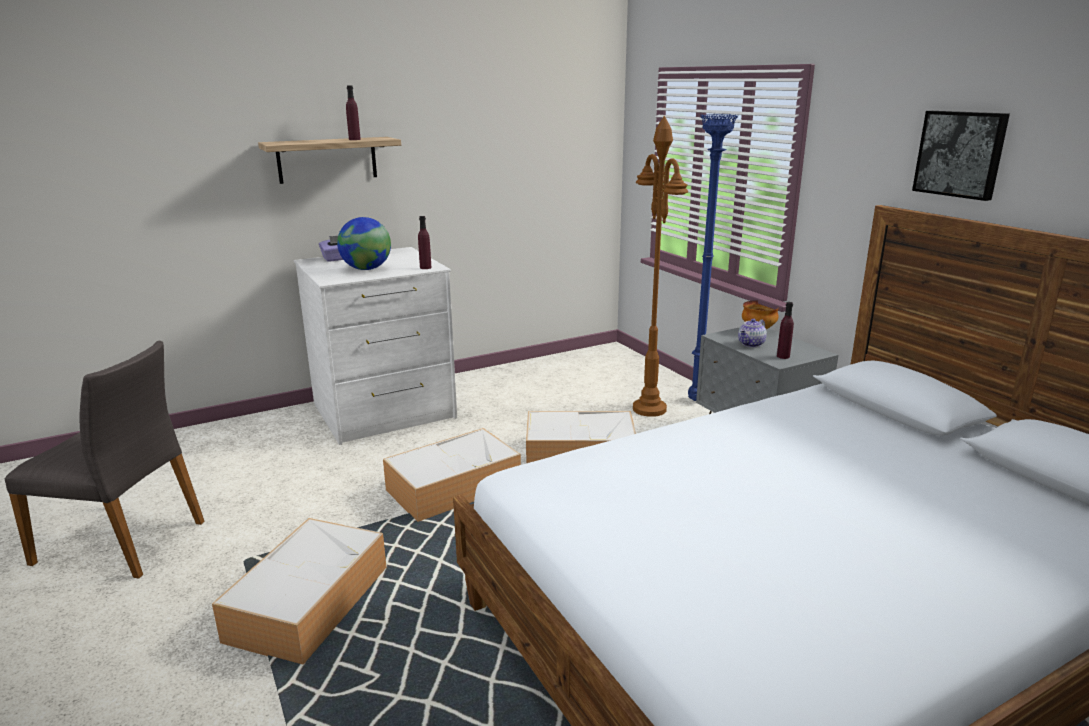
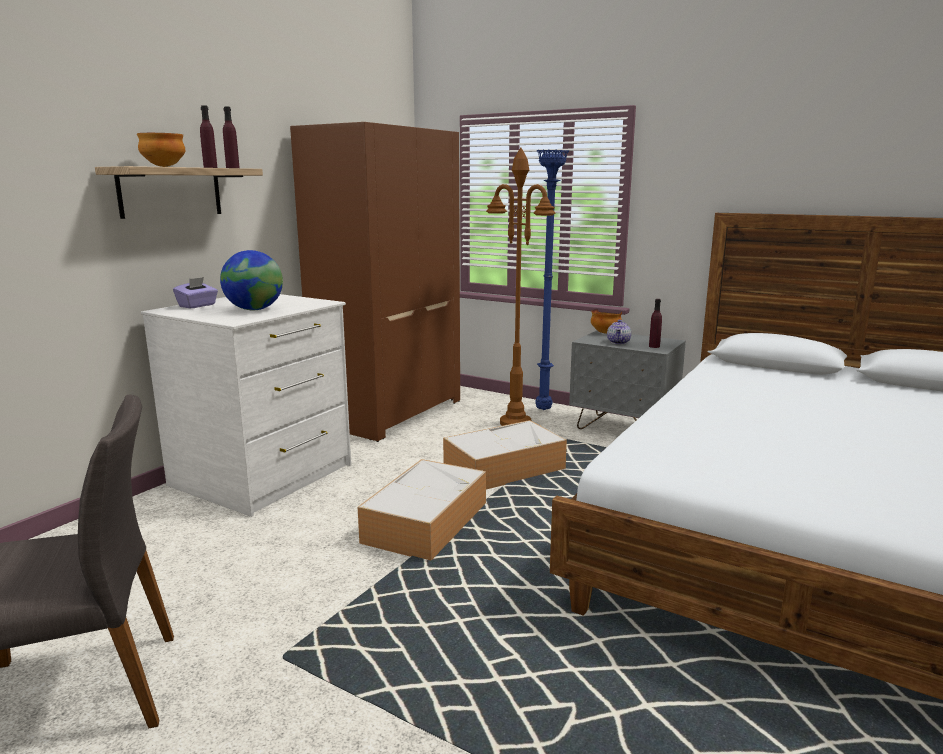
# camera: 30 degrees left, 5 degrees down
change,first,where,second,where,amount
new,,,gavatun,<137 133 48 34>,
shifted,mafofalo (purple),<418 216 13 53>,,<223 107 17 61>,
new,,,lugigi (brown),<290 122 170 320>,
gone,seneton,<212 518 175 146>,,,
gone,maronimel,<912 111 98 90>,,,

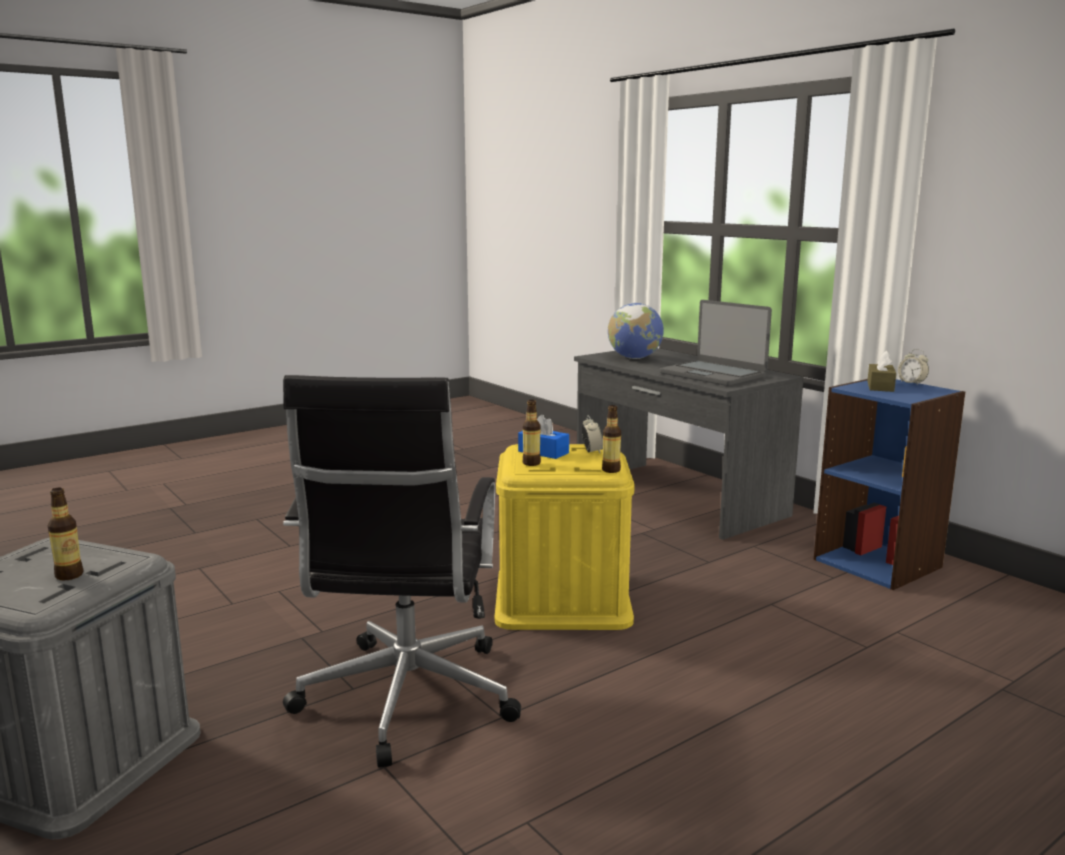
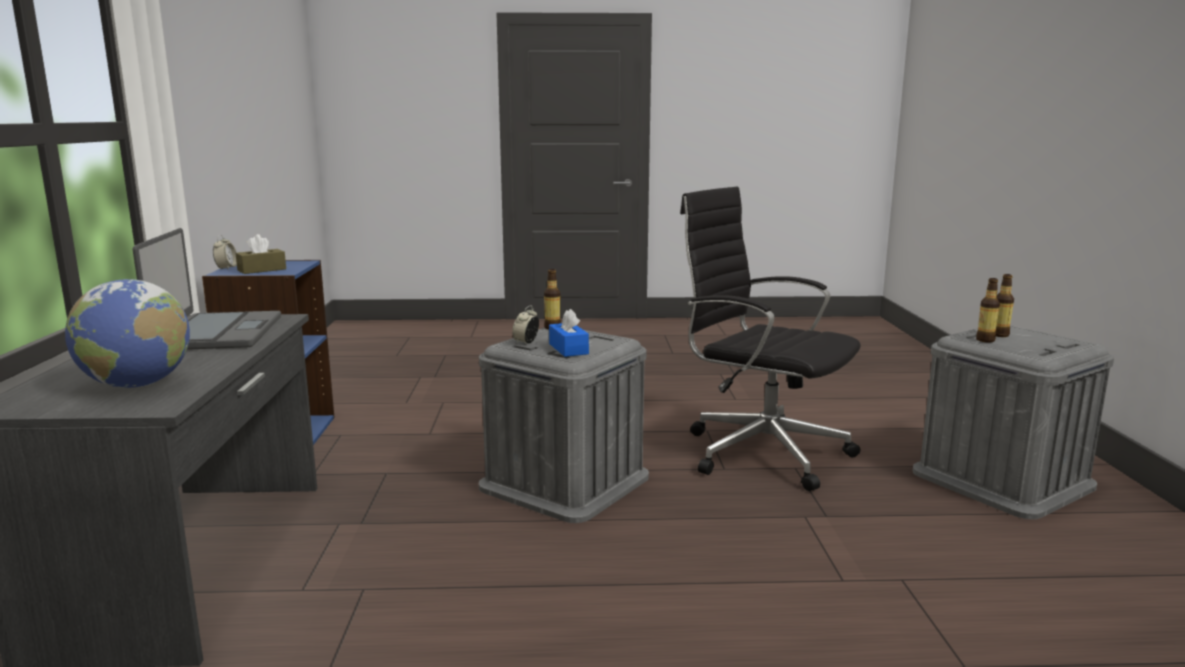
# camera: 145 degrees left, 0 degrees up
change,first,where,second,where,amount
repainted,seneton (yellow),<495 444 140 186>,seneton (grey),<479 328 170 195>,
rotated,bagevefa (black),<283 375 238 393>,,<680 187 181 304>,90 degrees counterclockwise
shifted,mafofalo,<523 400 18 66>,,<976 278 24 64>,

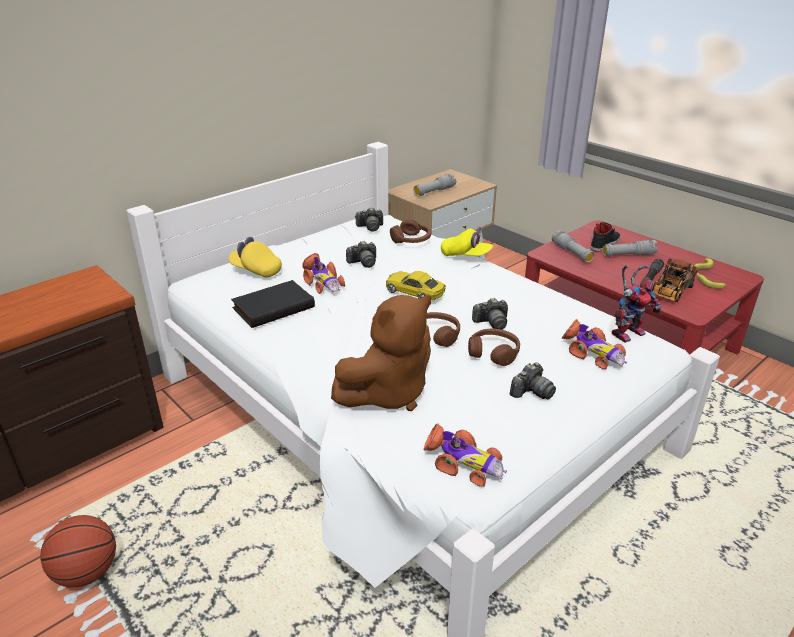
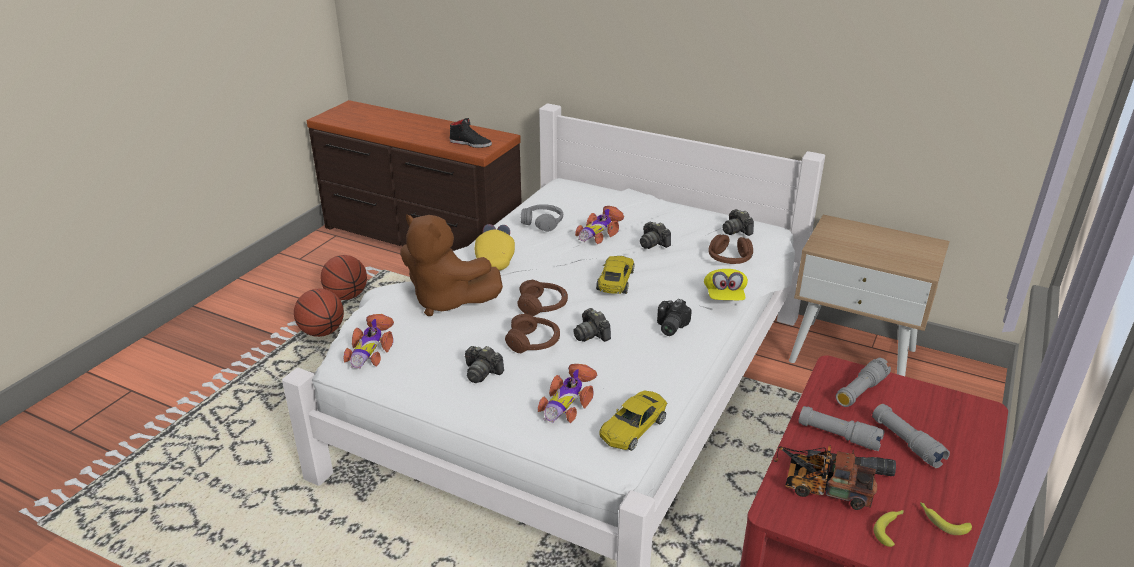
# camera: 70 degrees right, 0 degrees up
change,first,where,second,where,amount
new,,,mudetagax,<294 288 50 49>,
shifted,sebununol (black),<591 222 29 30>,,<449 118 43 30>,
shifted,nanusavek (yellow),<229 237 53 40>,,<475 224 40 47>,
swapped,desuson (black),<231 280 84 48>,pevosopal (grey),<521 204 42 28>,
swapped,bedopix,<612 265 50 78>,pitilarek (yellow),<599 390 68 61>,
new,,,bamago,<657 299 35 37>,
shifted,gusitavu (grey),<413 174 43 22>,,<798 406 87 45>,

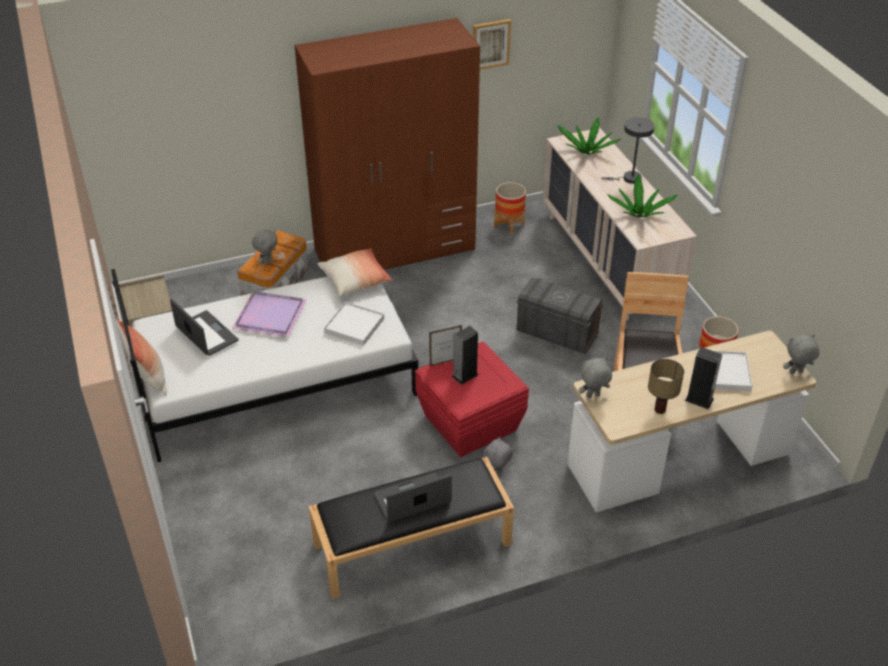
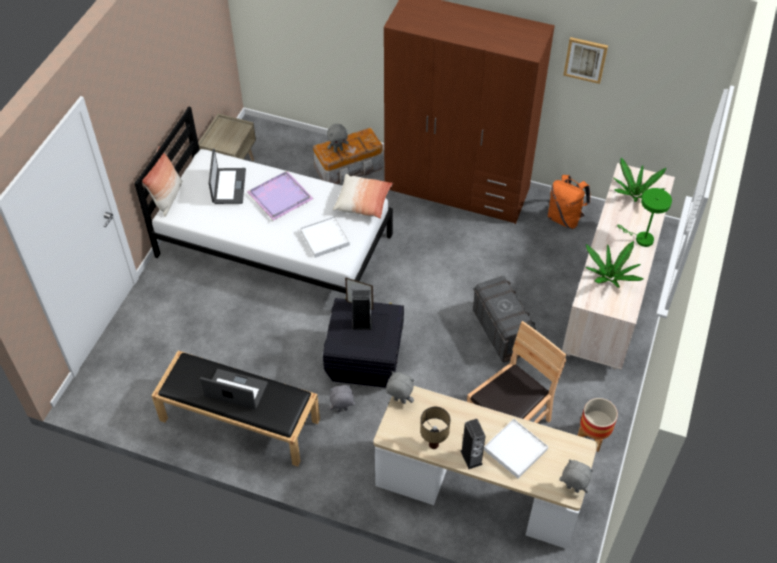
# camera: 40 degrees right, 10 degrees up
change,first,where,second,where,amount
repainted,seneton (red),<415 341 114 116>,seneton (black),<323 298 81 90>,
swapped,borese,<494 182 32 53>,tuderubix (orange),<548 175 42 54>,
repainted,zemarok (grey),<601 117 54 67>,zemarok (green),<617 188 55 59>,

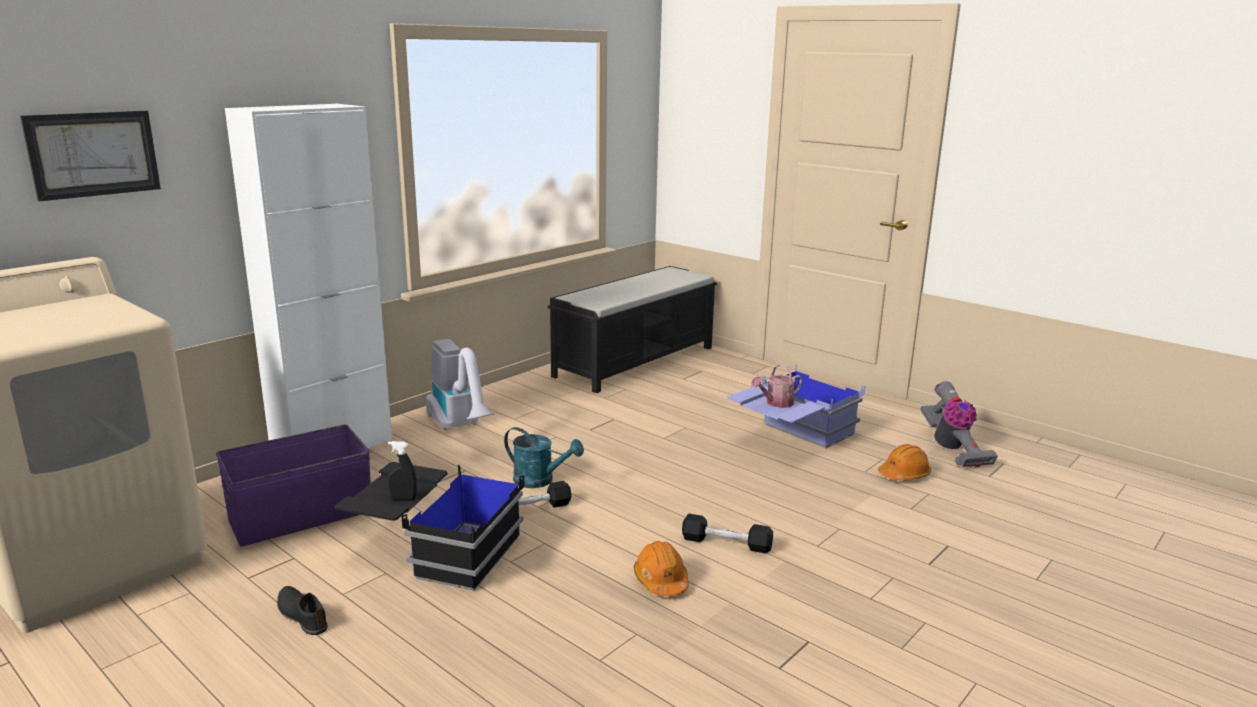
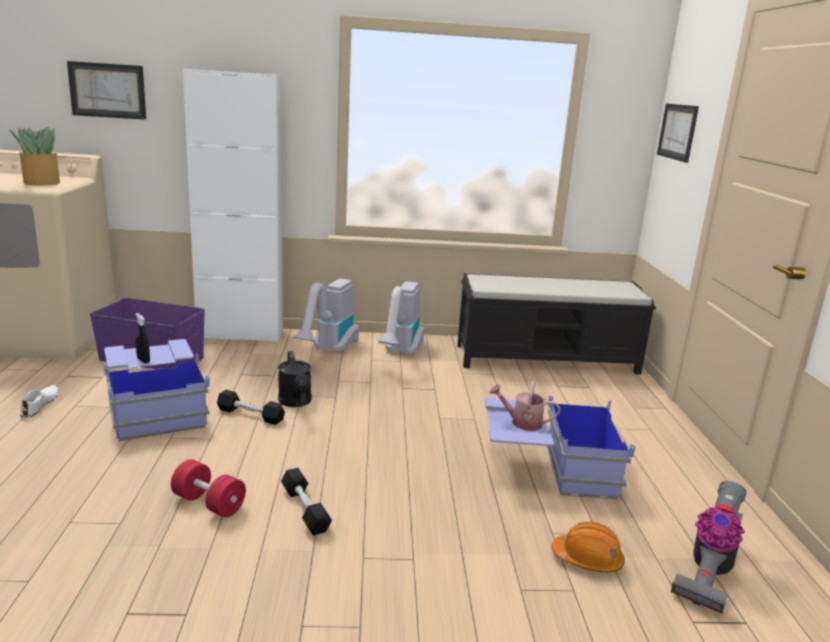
# camera: 45 degrees right, 0 degrees up
change,first,where,second,where,amount
new,,,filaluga,<9 127 51 58>,
repainted,sebununol (black),<277 586 51 49>,sebununol (white),<20 385 39 34>,
repainted,seneton (black),<334 462 191 129>,seneton (blue),<104 339 106 102>,
swapped,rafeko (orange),<634 541 55 55>,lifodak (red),<171 459 75 58>,
repainted,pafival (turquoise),<504 427 80 61>,pafival (black),<278 351 33 56>,
new,,,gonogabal,<378 281 46 74>,
new,,,maronimel,<657 103 42 60>,

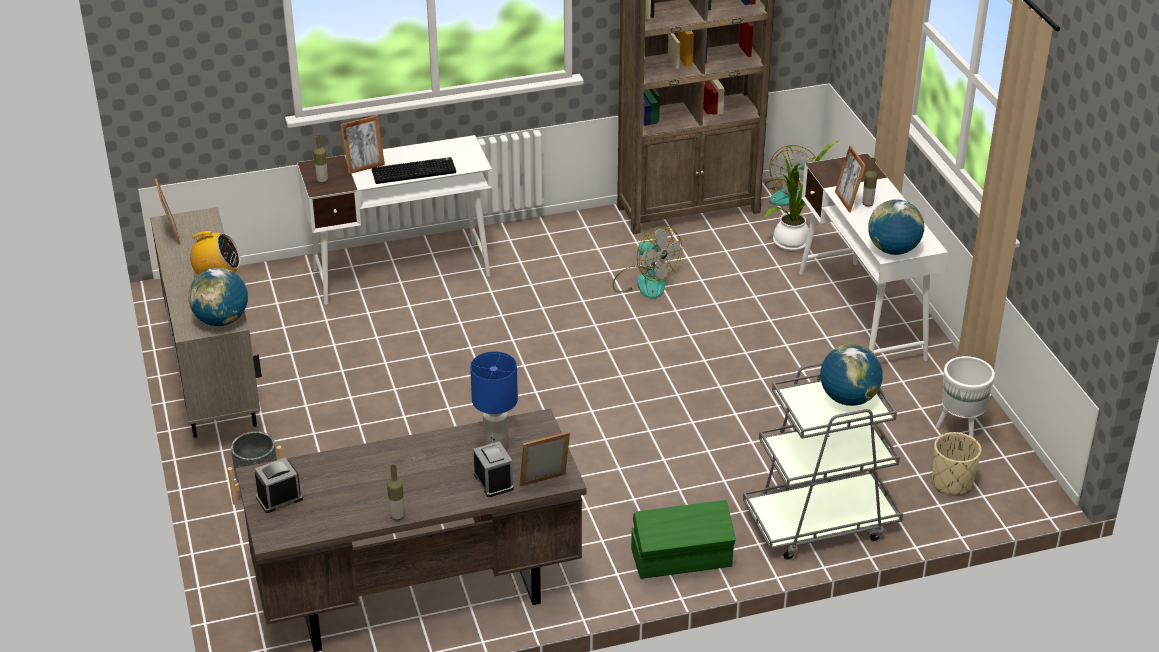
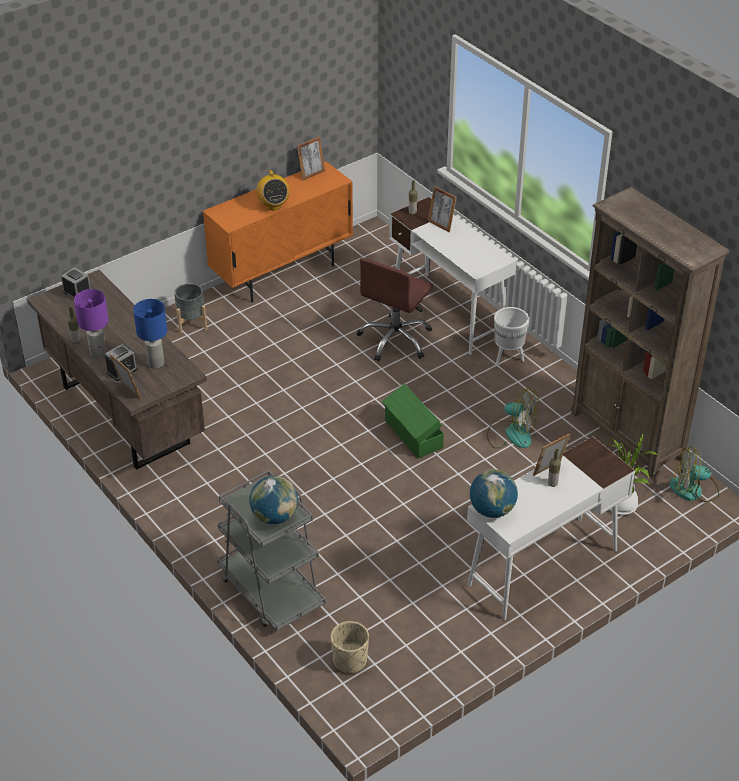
# camera: 70 degrees right, 5 degrees up
change,first,where,second,where,amount
new,,,zemarok (purple),<74 289 35 69>,
repainted,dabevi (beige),<150 207 112 231>,dabevi (orange),<203 161 150 142>,
new,,,bagevefa (brown),<357 258 76 104>,
shifted,seneton (green),<631 500 105 79>,,<382 384 62 74>,
rotated,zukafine,<613 225 69 74>,,<487 388 52 61>,90 degrees counterclockwise
shifted,borese (white),<936 356 59 81>,,<494 307 35 58>,
gone,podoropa,<188 268 60 58>,,,
gone,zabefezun,<372 157 84 27>,,,

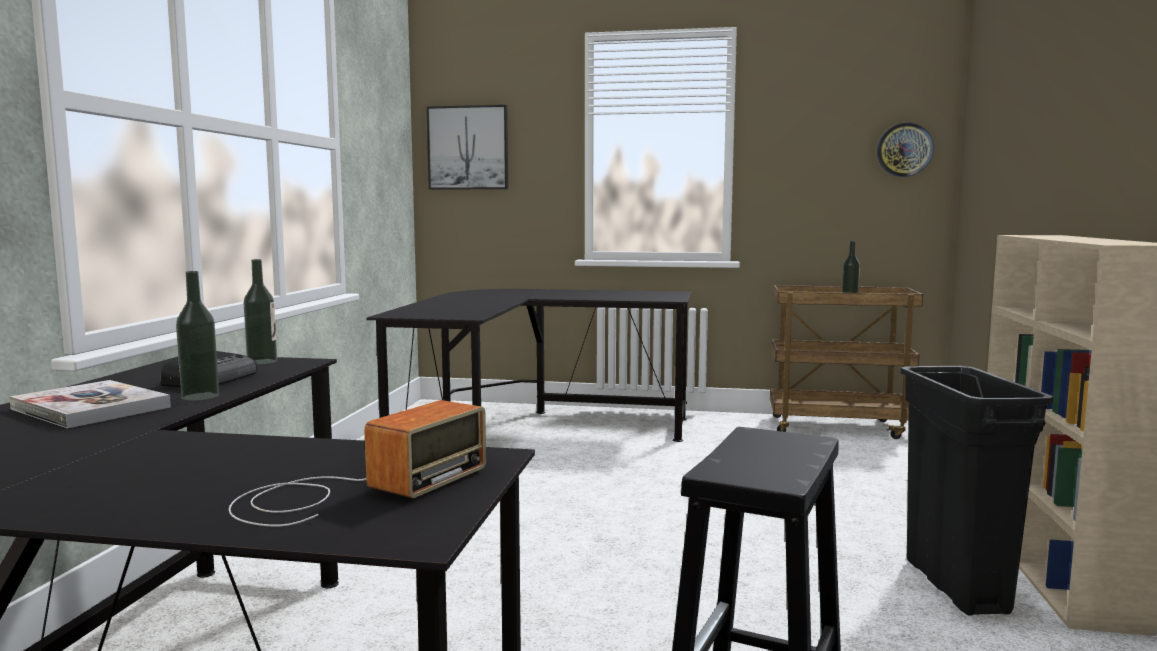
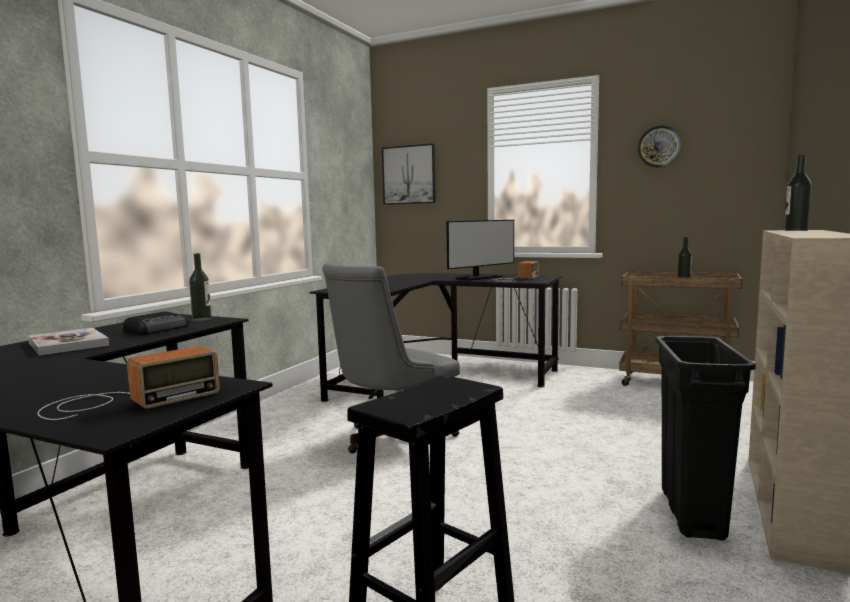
# camera: 15 degrees right, 0 degrees up
change,first,where,second,where,amount
new,,,bagevefa (grey),<322 263 138 190>,
new,,,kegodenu,<446 220 68 61>,
new,,,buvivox,<493 261 46 21>,
shifted,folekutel,<877 123 57 54>,,<638 126 44 42>,
shifted,mafofalo,<176 271 43 130>,,<784 154 28 77>,

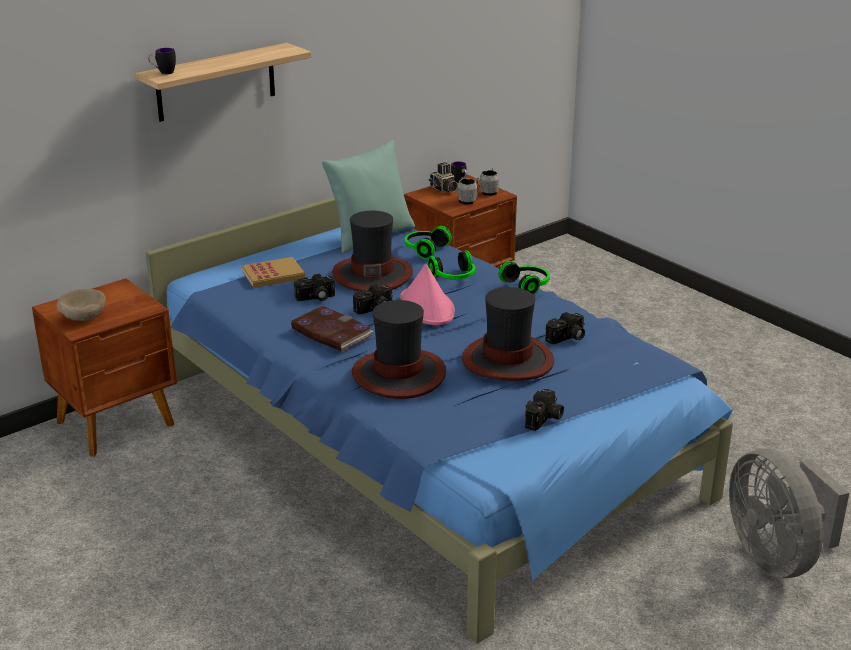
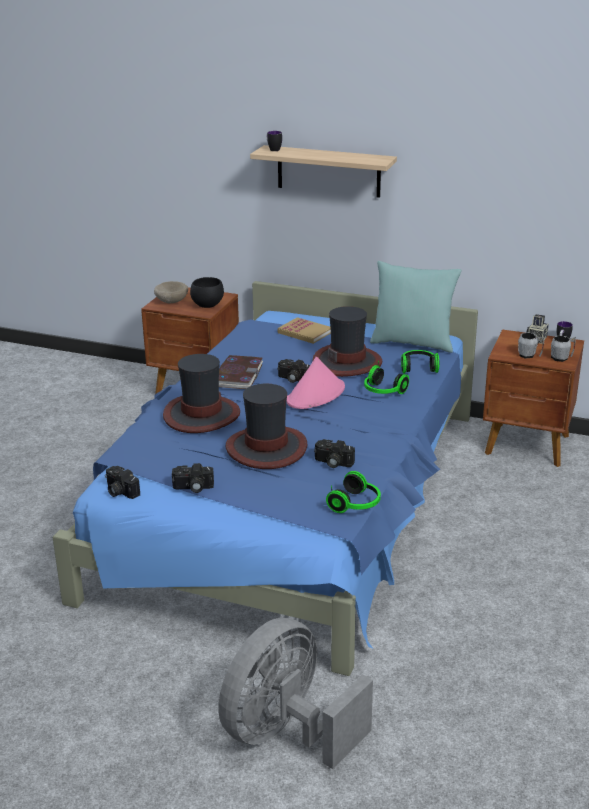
# camera: 60 degrees right, 0 degrees up
change,first,where,second,where,amount
shifted,bamago,<294 274 41 27>,,<105 466 35 33>,
new,,,gavatun (black),<190 277 34 31>,
shifted,pevosopal,<499 261 51 34>,,<326 471 55 42>,

